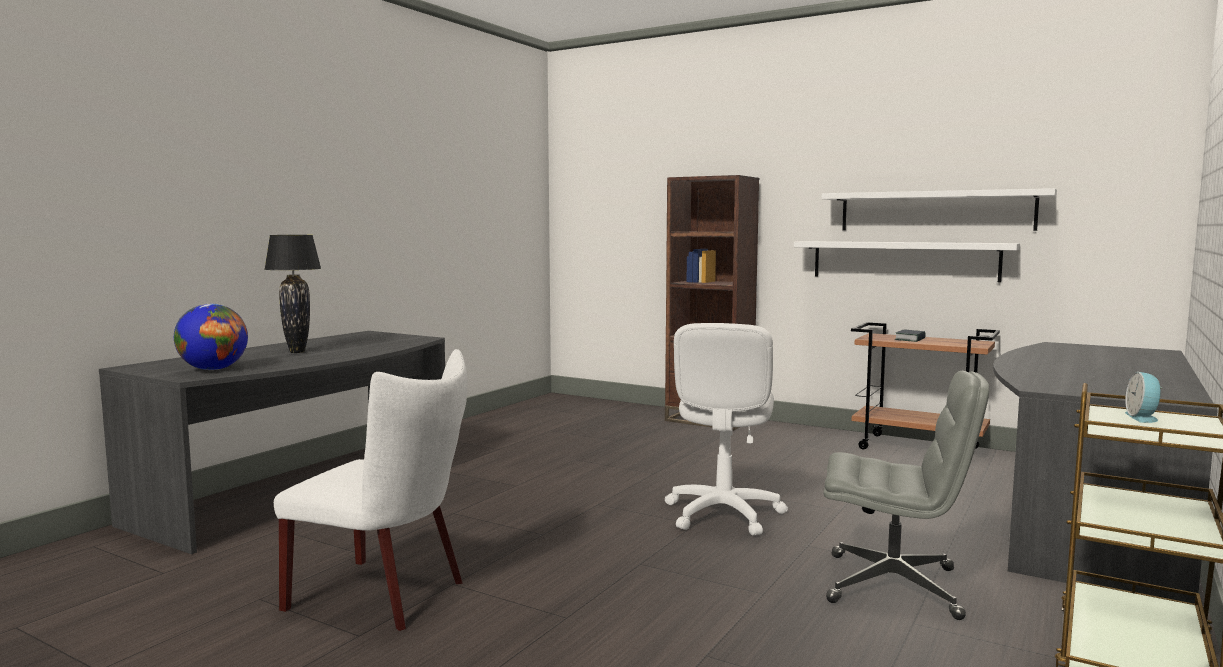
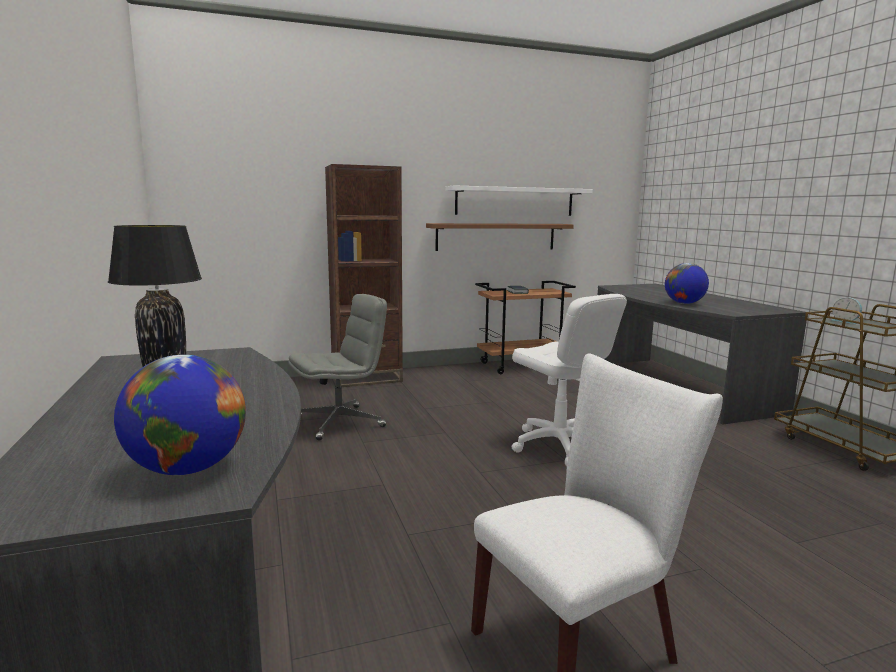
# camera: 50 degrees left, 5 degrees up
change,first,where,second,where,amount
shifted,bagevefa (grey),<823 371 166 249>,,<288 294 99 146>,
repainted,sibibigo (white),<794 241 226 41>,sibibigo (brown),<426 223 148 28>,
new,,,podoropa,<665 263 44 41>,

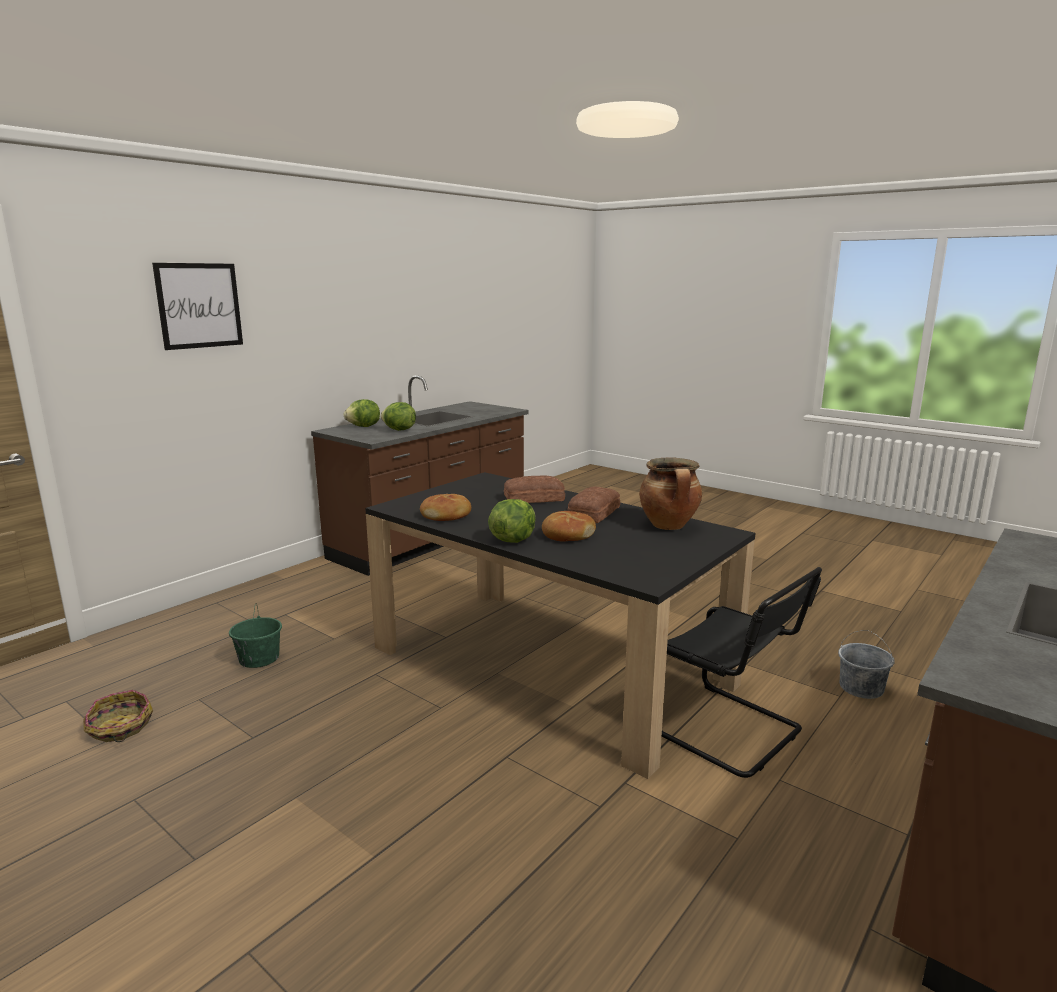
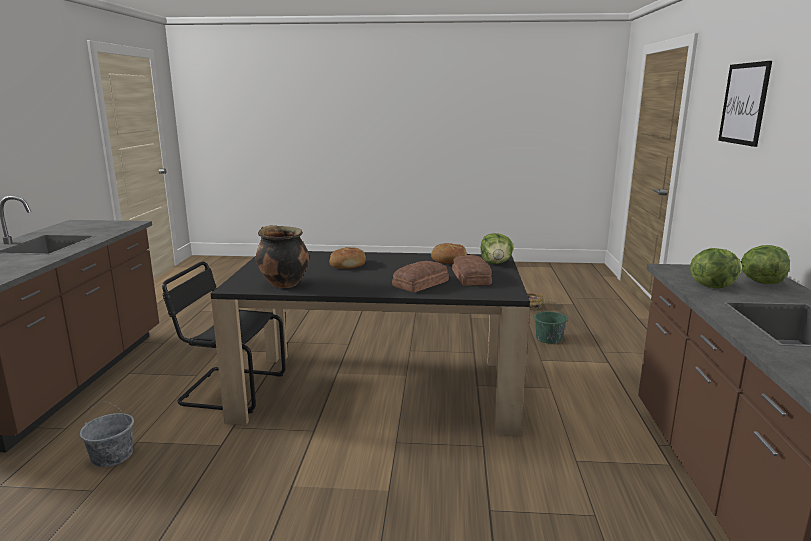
# camera: 145 degrees right, 0 degrees up
change,first,where,second,where,amount
shifted,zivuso,<567 487 53 36>,,<452 255 40 31>,
shifted,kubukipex,<488 499 48 44>,,<481 233 32 31>,

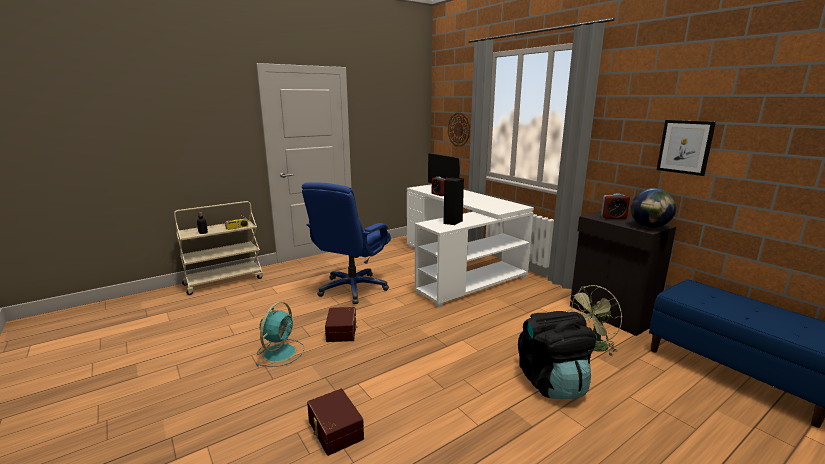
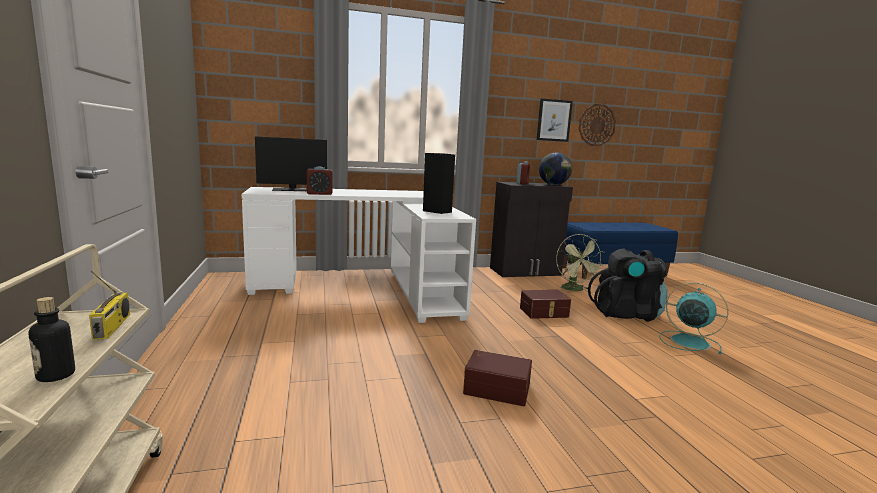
# camera: 70 degrees left, 5 degrees down
change,first,where,second,where,amount
shifted,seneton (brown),<307 389 57 67>,,<520 290 51 29>,
shifted,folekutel,<448 113 22 34>,,<579 104 37 42>,
shifted,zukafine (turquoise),<256 302 49 65>,,<660 282 68 72>,
gone,bagevefa (blue),<302 182 89 122>,,,

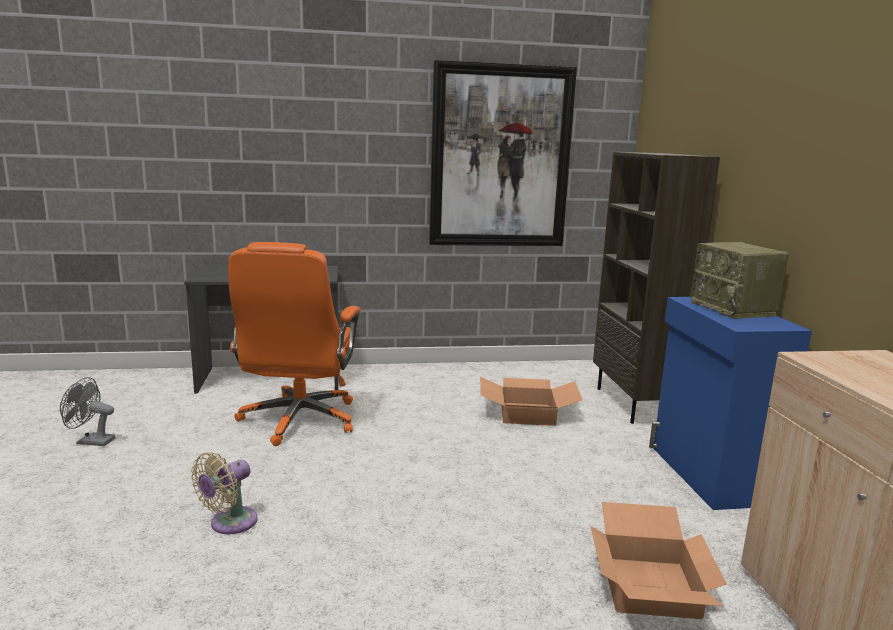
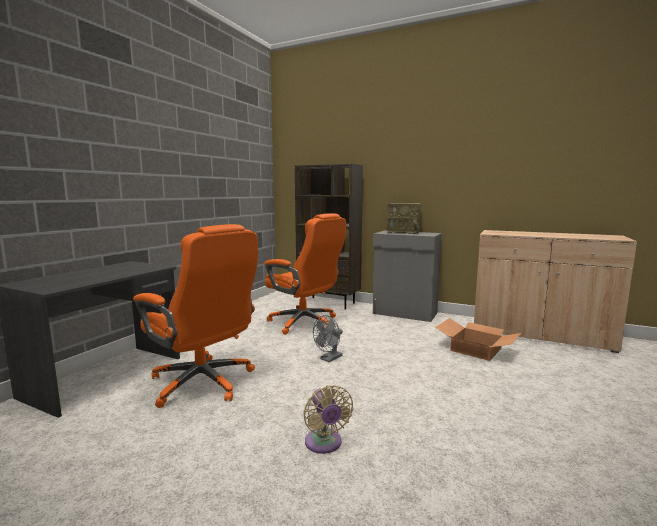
# camera: 55 degrees left, 5 degrees down
change,first,where,second,where,amount
swapped,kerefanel,<480 377 102 49>,bagevefa (orange),<264 213 82 122>,
shifted,zukafine (grey),<60 377 55 69>,,<313 315 30 47>,
repainted,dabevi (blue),<649 297 163 213>,dabevi (grey),<373 231 69 91>,
gone,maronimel,<429 60 148 186>,,,

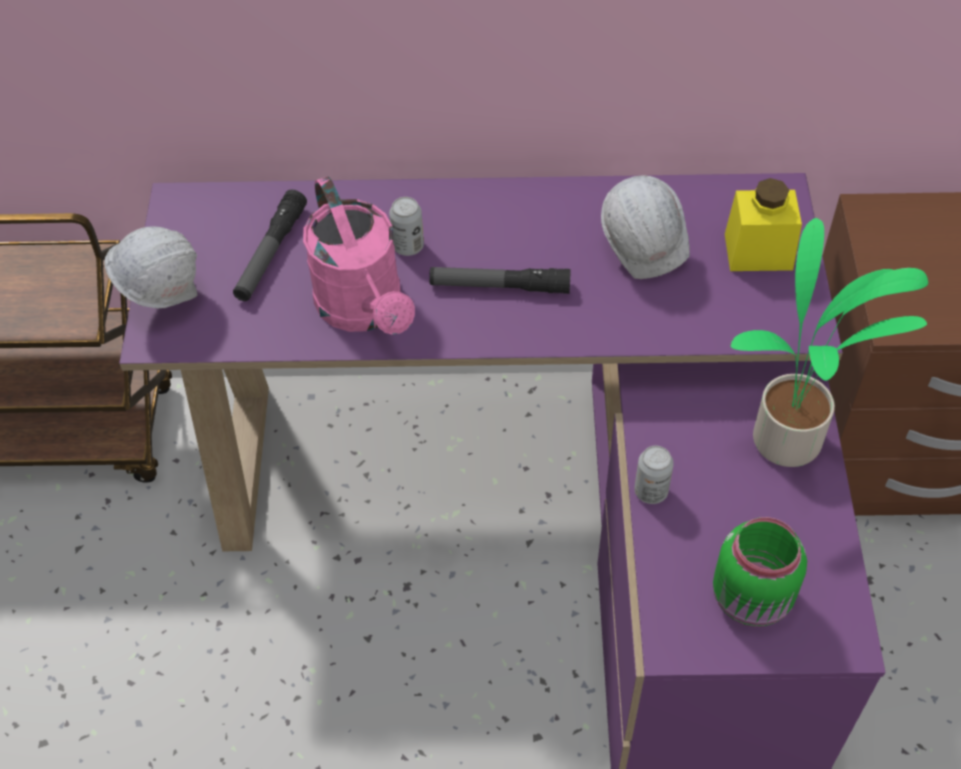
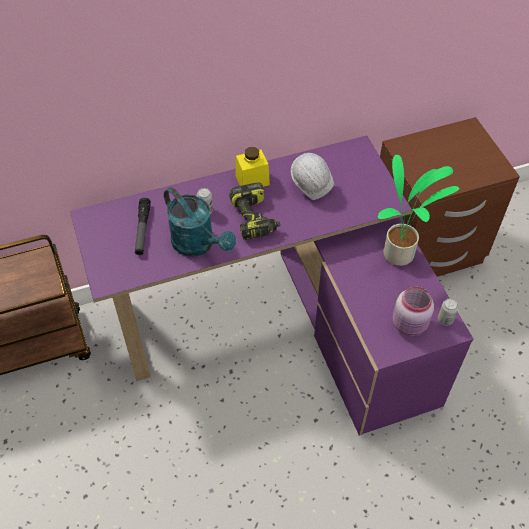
# camera: 20 degrees left, 0 degrees up
change,first,where,second,where,amount
repainted,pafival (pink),<303 177 112 158>,pafival (turquoise),<164 187 72 70>,
swapped,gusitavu,<429 267 142 27>,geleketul,<229 182 51 58>,
shifted,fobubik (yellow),<725 178 77 93>,,<235 147 35 40>,
repainted,fobubik (green),<713 517 94 110>,fobubik (pink),<393 287 41 49>,
shifted,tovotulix,<634 446 40 58>,,<438 298 20 28>,
gone,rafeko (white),<104 226 94 82>,,,

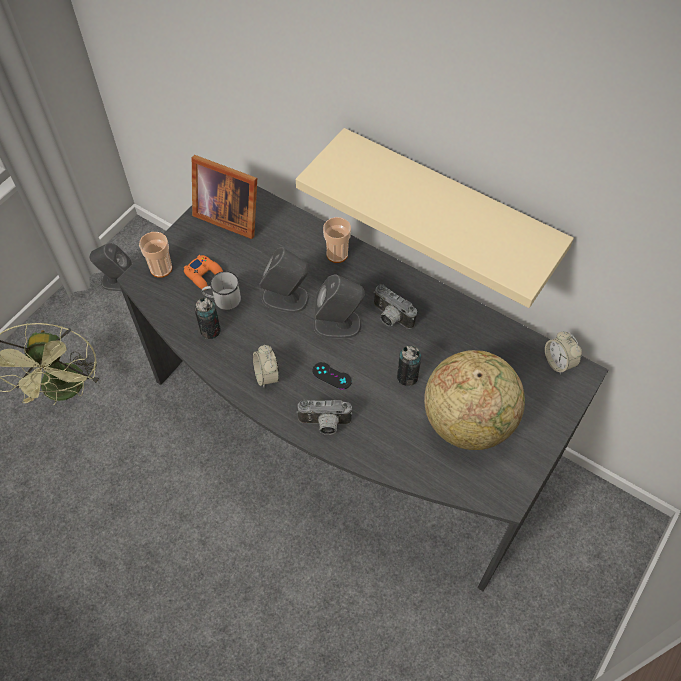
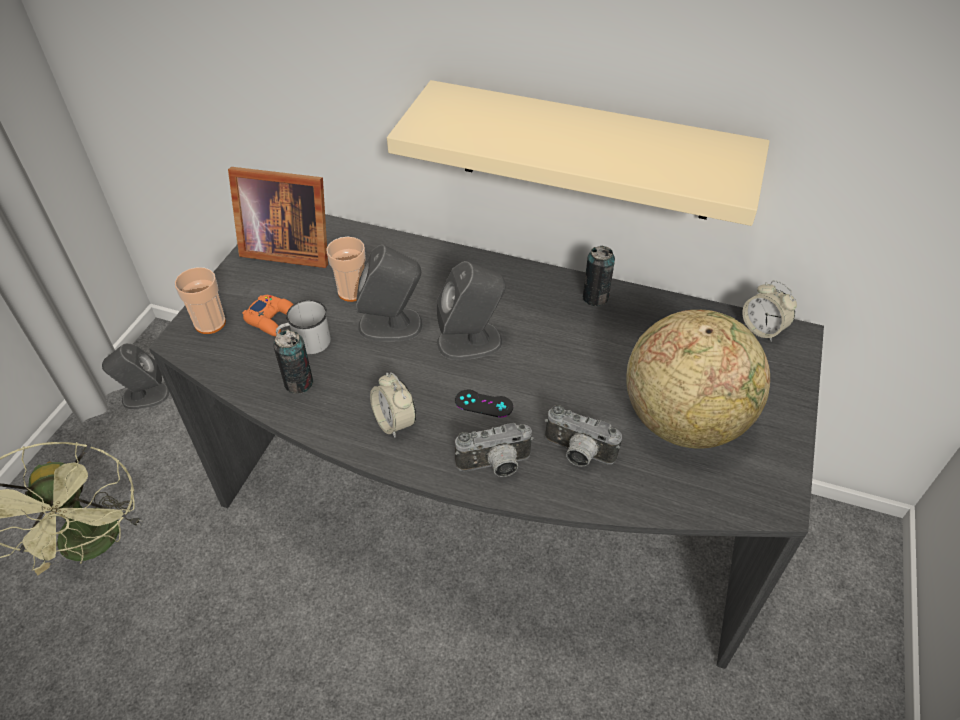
# camera: 15 degrees left, 10 degrees down
change,first,where,second,where,amount
shifted,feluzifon,<323 217 28 46>,,<326 237 40 65>,
shifted,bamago,<373 284 44 45>,,<545 405 77 62>,
shifted,tovotulix,<397 346 24 40>,,<582 245 33 61>,

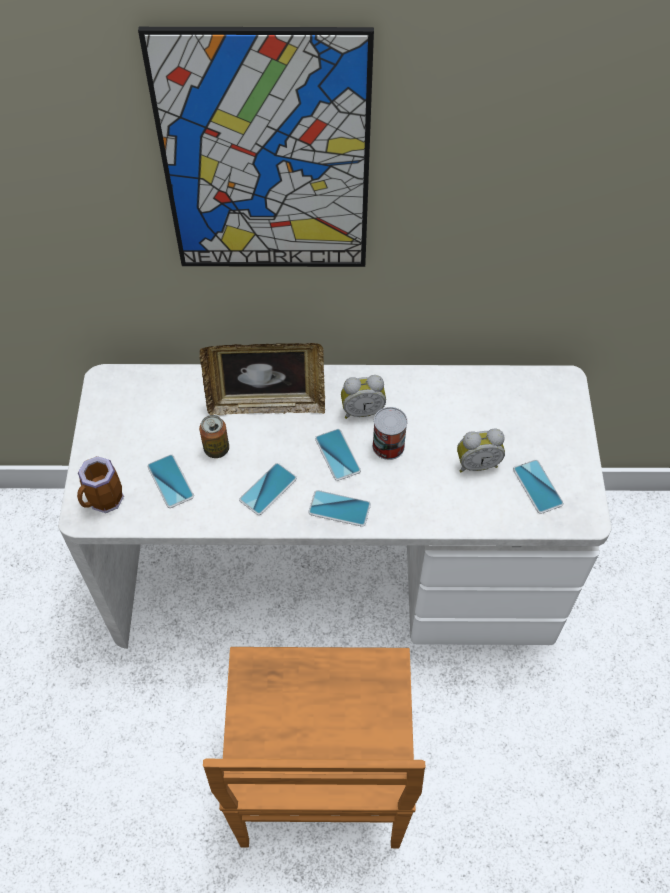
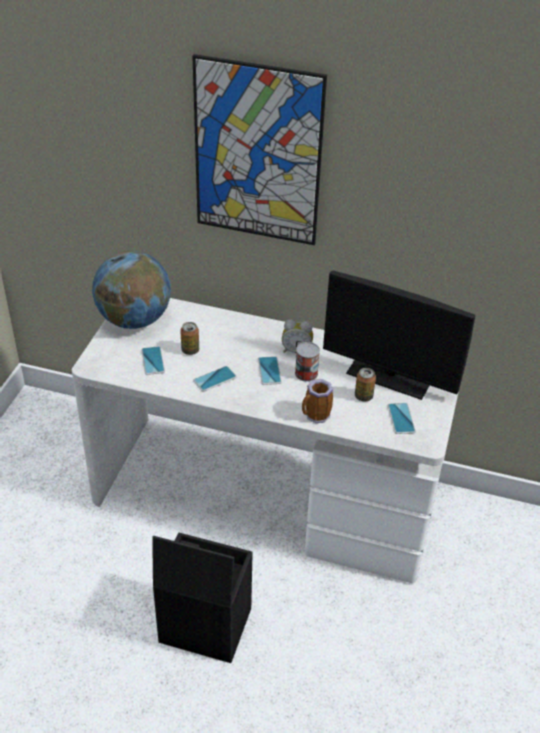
# camera: 15 degrees right, 15 degrees down
change,first,where,second,where,amount
new,,,podoropa,<92 251 79 78>,
swapped,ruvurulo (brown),<203 647 222 201>,seneton (black),<152 533 101 130>,
shifted,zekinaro,<77 456 47 57>,,<302 379 31 44>,
new,,,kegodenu,<323 271 152 129>,
swapped,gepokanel,<457 428 48 44>,tovotulix,<355 367 21 35>,
gone,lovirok,<200 343 125 72>,,,
gone,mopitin,<308 490 63 37>,,,

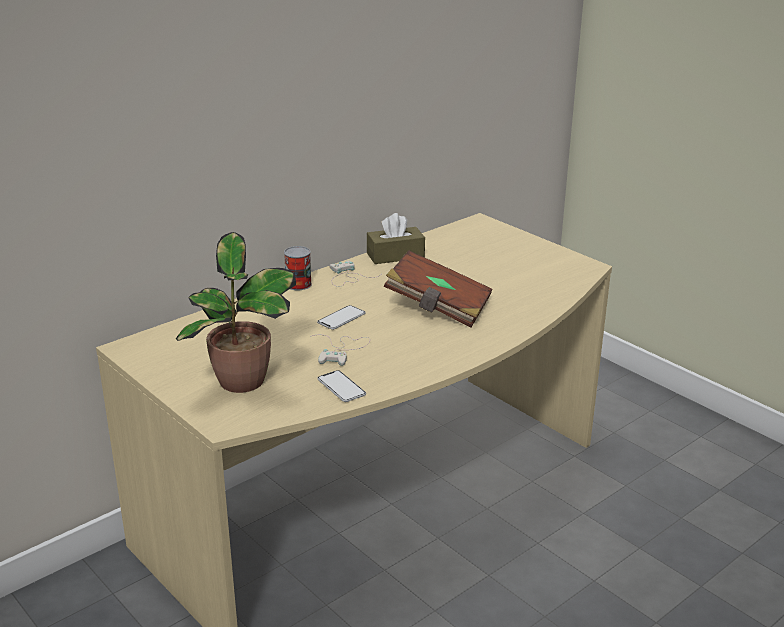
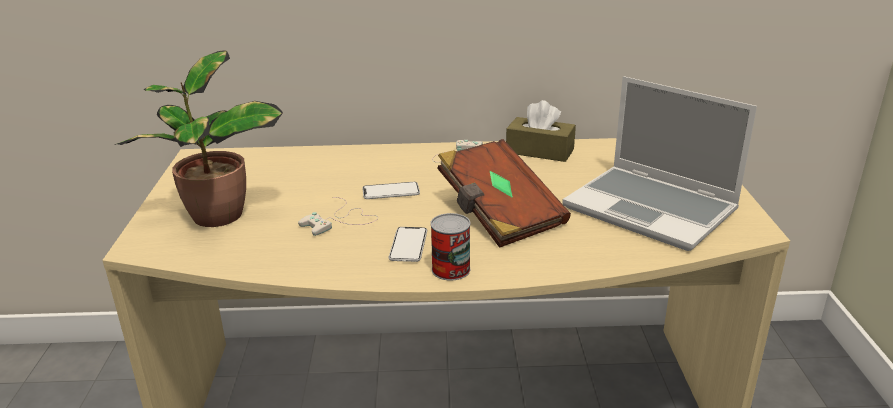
# camera: 40 degrees right, 0 degrees up
change,first,where,second,where,amount
shifted,mopitin,<317 370 49 32>,,<389 227 38 35>,
shifted,tovotulix,<284 246 28 44>,,<430 213 41 68>,
new,,,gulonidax,<562 76 195 175>,

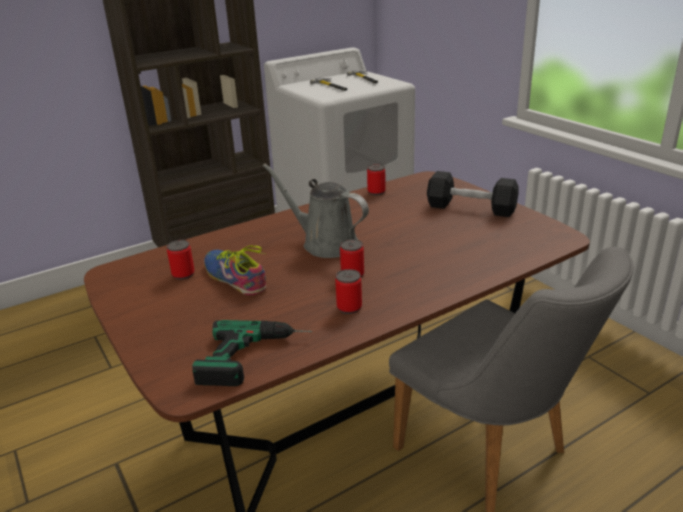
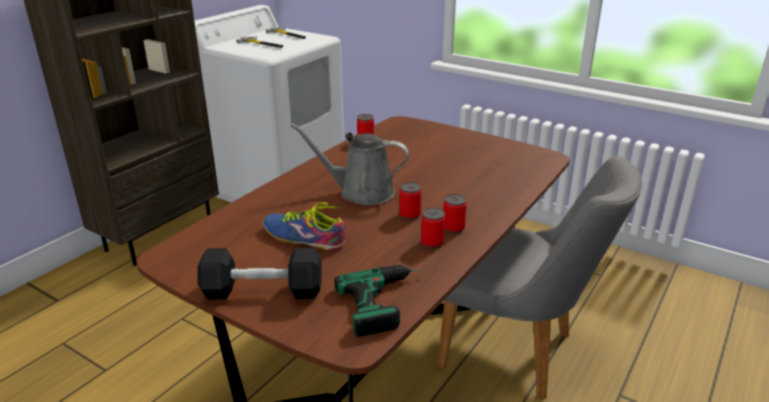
# camera: 25 degrees left, 0 degrees up
change,first,where,second,where,amount
shifted,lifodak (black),<427 171 92 46>,,<197 248 124 51>,
shifted,tovotulix,<167 240 28 40>,,<443 194 24 39>,

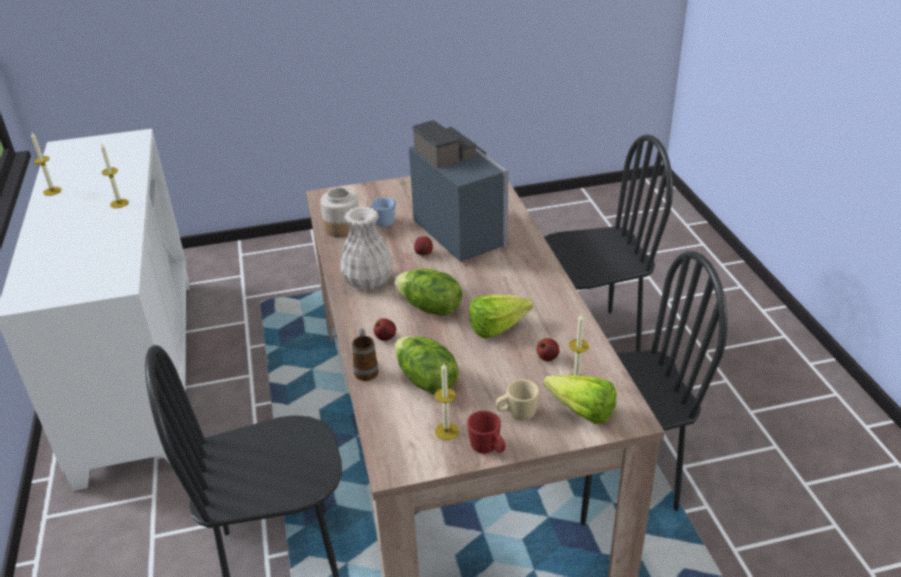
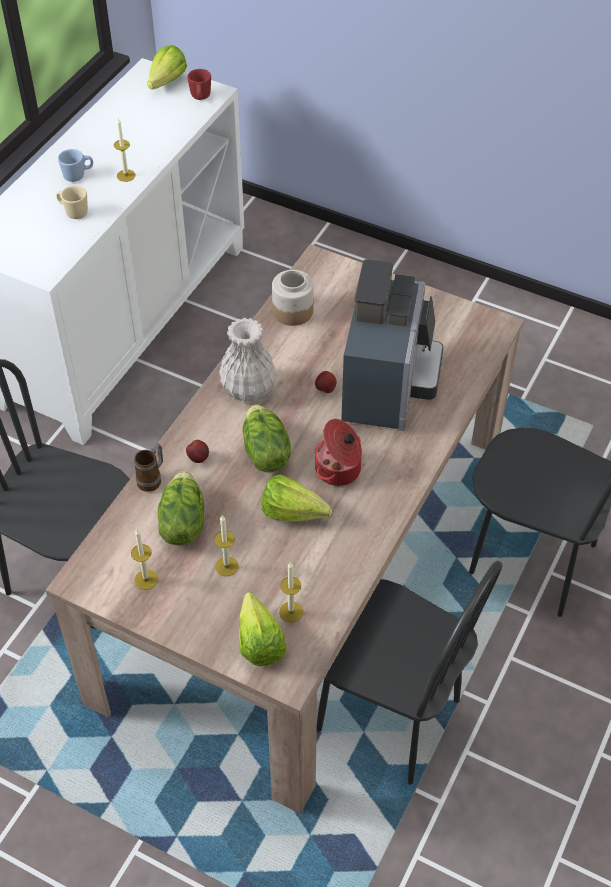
# camera: 40 degrees right, 15 degrees up
change,first,where,second,where,amount
shifted,zekinaro (beige),<496 379 43 41>,,<56 186 32 33>,
shifted,zekinaro (blue),<371 197 25 30>,,<58 149 35 33>,
new,,,kubukipex,<148 45 39 44>,
shifted,zekinaro (red),<467 411 39 43>,,<188 69 23 31>,
shifted,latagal,<31 132 31 64>,,<214 515 24 61>,
new,,,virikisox,<315 419 47 67>,
gone,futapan,<537 338 23 23>,,,

